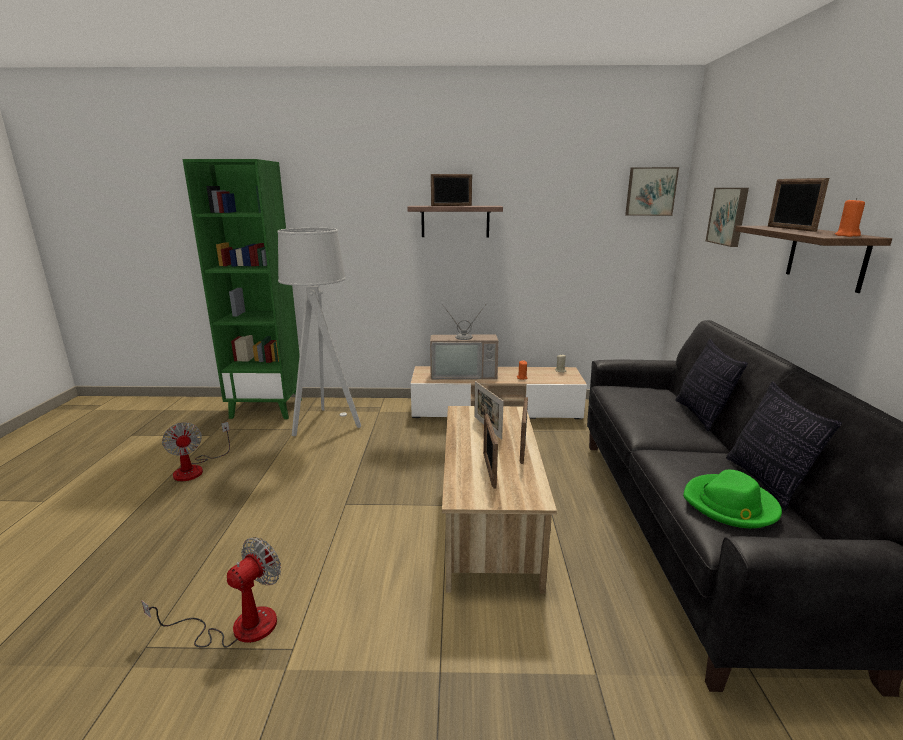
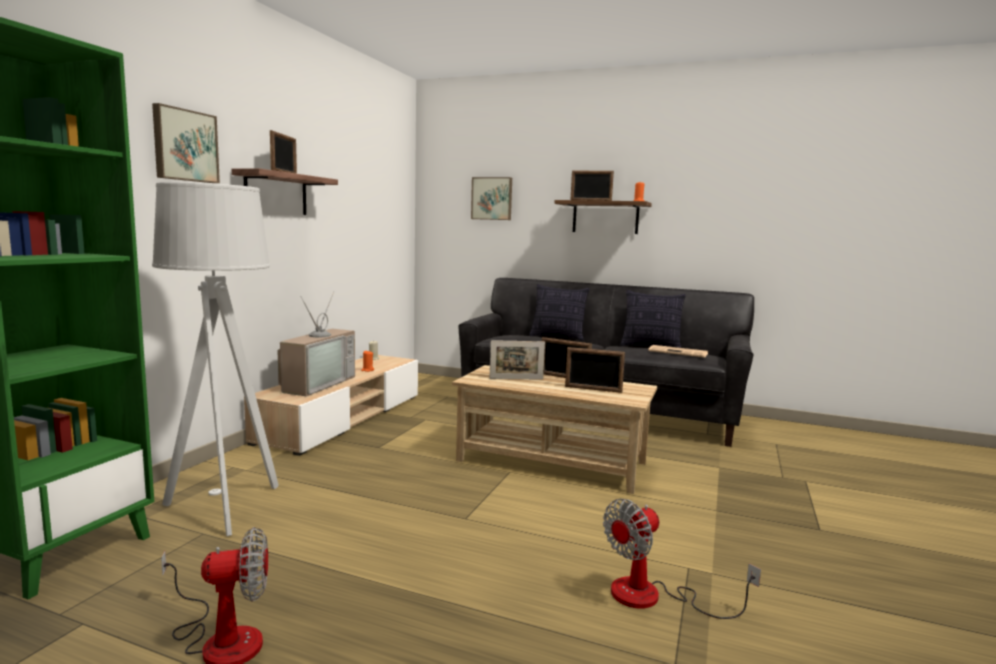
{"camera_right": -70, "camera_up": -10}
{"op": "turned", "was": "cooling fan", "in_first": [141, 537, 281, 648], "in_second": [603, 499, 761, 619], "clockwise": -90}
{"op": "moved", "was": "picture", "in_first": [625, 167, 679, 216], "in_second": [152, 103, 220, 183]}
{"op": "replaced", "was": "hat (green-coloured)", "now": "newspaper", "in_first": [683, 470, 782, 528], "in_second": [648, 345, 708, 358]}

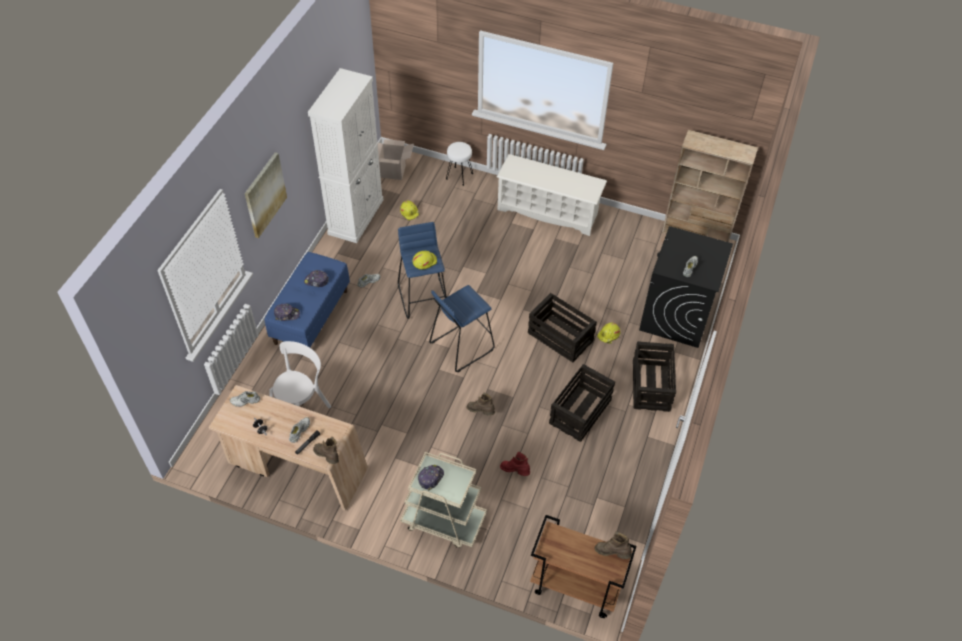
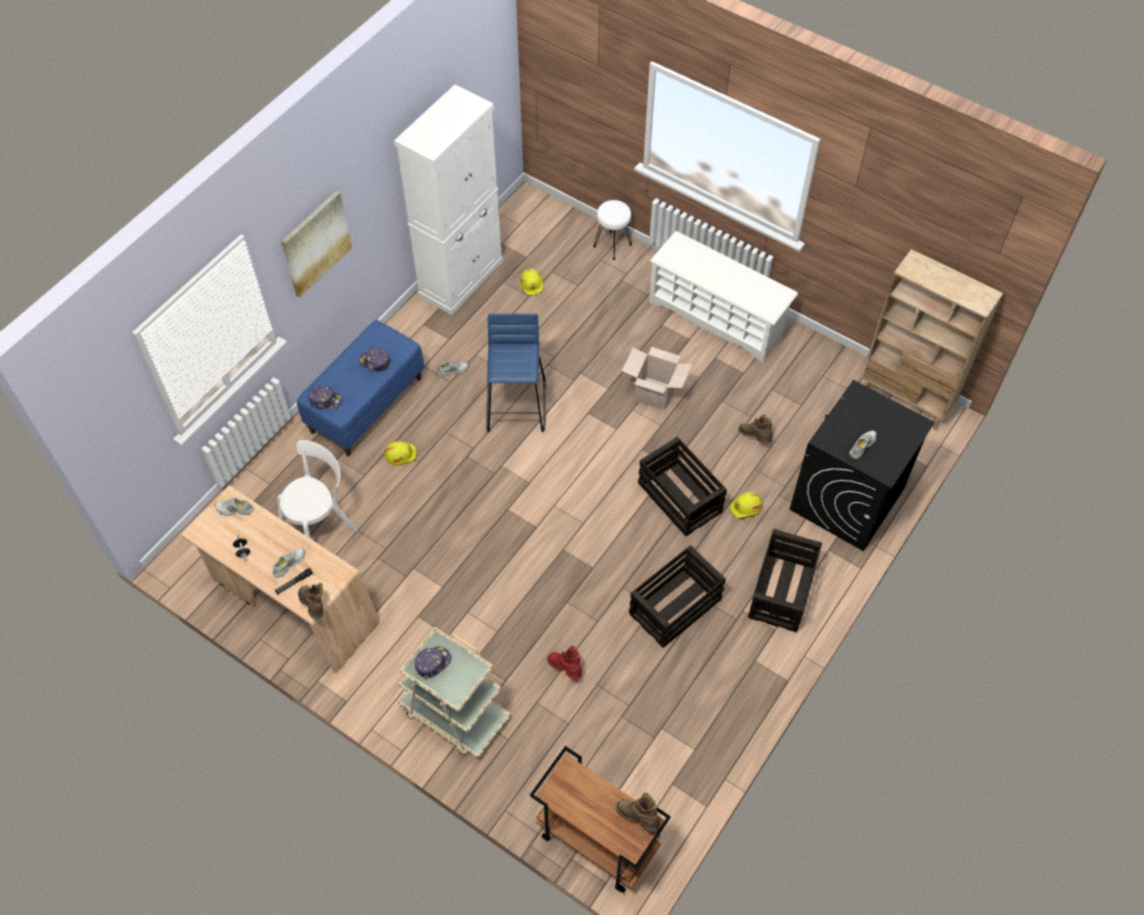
{"camera_right": 15, "camera_up": 5}
{"op": "moved", "was": "packing box", "in_first": [378, 139, 414, 180], "in_second": [622, 347, 692, 410]}
{"op": "moved", "was": "hard hat (yellow-coloured)", "in_first": [412, 251, 437, 270], "in_second": [384, 441, 417, 465]}
{"op": "removed", "was": "stool seat (blue)", "in_first": [429, 285, 495, 372]}
{"op": "moved", "was": "high-top boot (brownish)", "in_first": [466, 392, 495, 416], "in_second": [738, 414, 773, 444]}

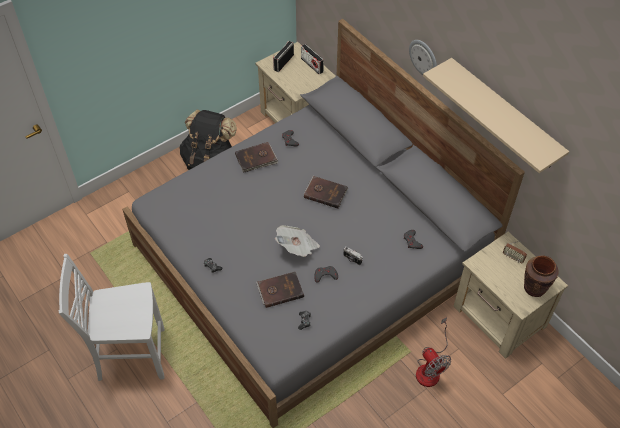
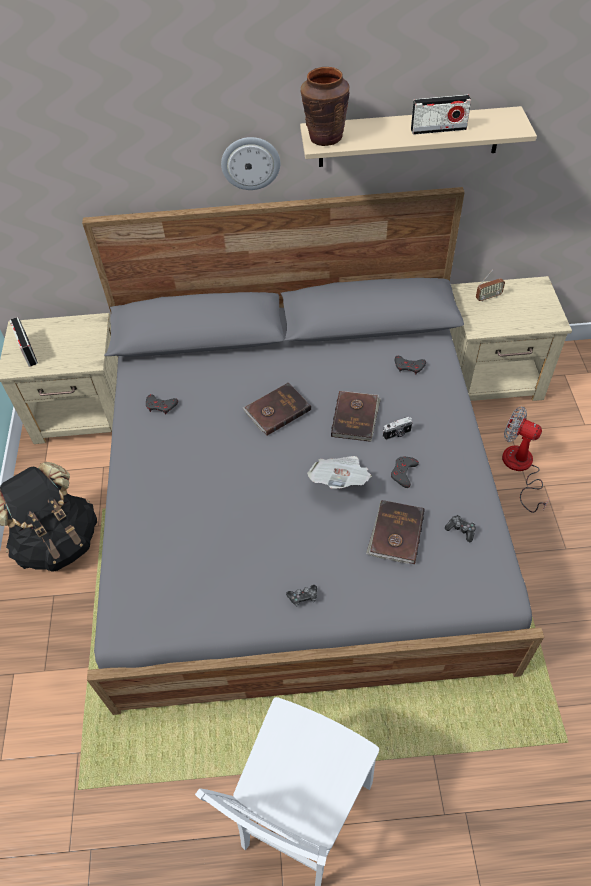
{"camera_right": -55, "camera_up": 0}
{"op": "moved", "was": "volume (brownish)", "in_first": [235, 142, 278, 173], "in_second": [331, 391, 381, 442]}
{"op": "moved", "was": "radio", "in_first": [301, 44, 324, 74], "in_second": [411, 95, 471, 135]}
{"op": "turned", "was": "cooling fan", "in_first": [416, 317, 451, 387], "in_second": [502, 406, 549, 513], "clockwise": -150}
{"op": "moved", "was": "decorative vase (brownish)", "in_first": [524, 255, 559, 297], "in_second": [301, 67, 349, 146]}

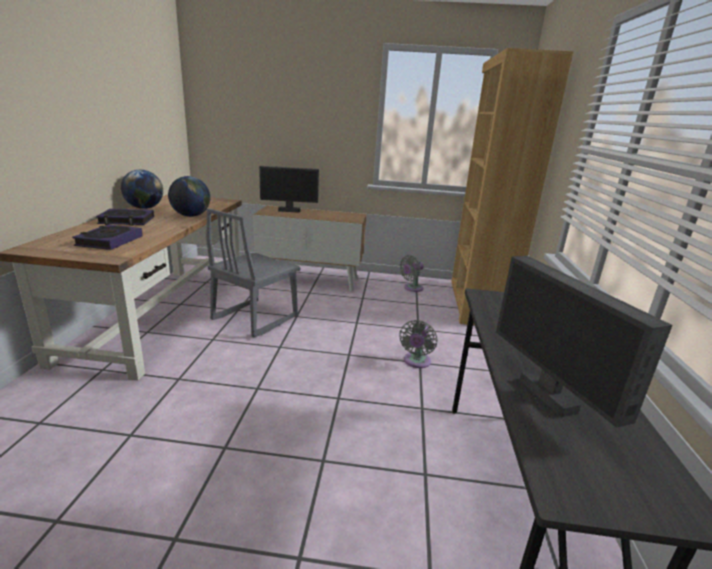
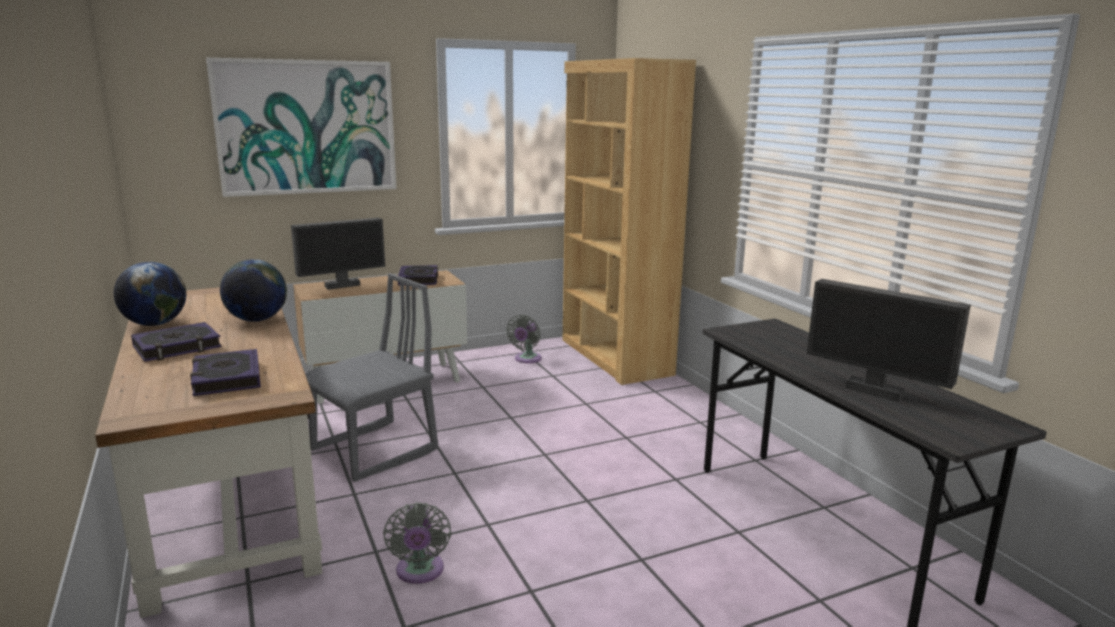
{"camera_right": -30, "camera_up": -5}
{"op": "turned", "was": "upright chair (grey)", "in_first": [206, 208, 301, 337], "in_second": [305, 273, 438, 482], "clockwise": -135}
{"op": "moved", "was": "cooling fan (grey)", "in_first": [400, 320, 437, 368], "in_second": [383, 502, 451, 584]}
{"op": "added", "now": "picture", "in_second": [206, 58, 397, 197]}
{"op": "added", "now": "volume", "in_second": [398, 265, 438, 285]}

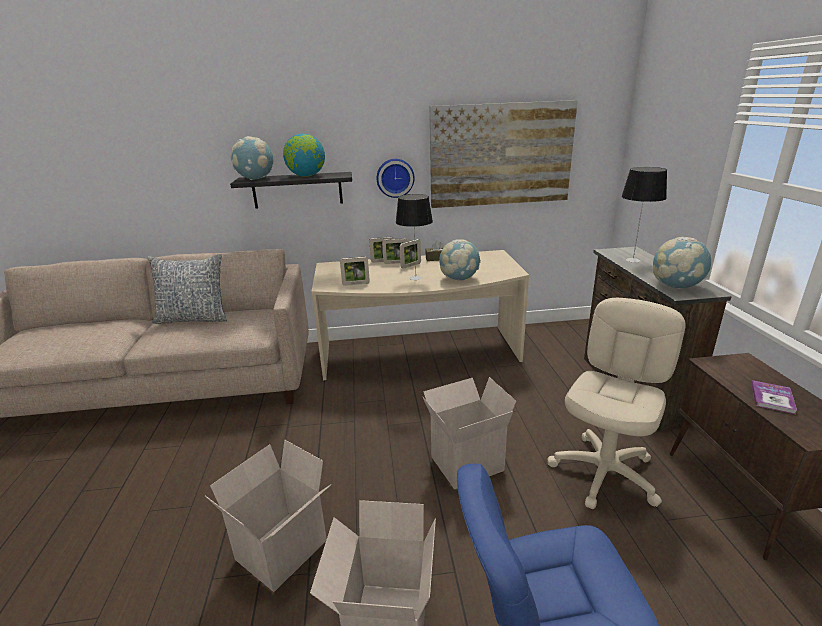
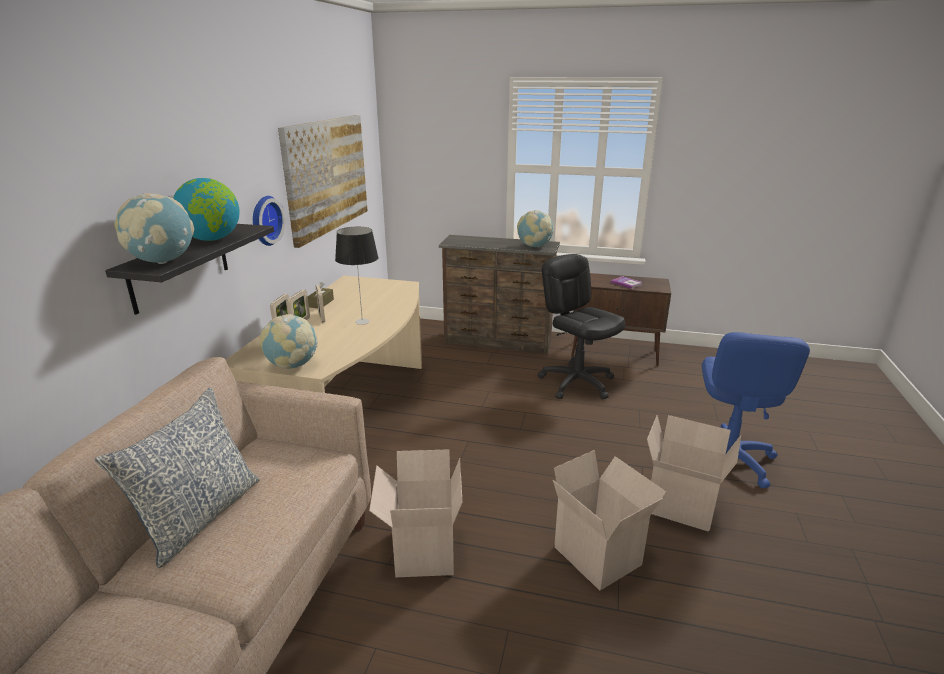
{"camera_right": -70, "camera_up": 0}
{"op": "removed", "was": "photo frame", "in_first": [340, 257, 370, 286]}
{"op": "moved", "was": "packing box", "in_first": [422, 377, 516, 489], "in_second": [369, 449, 463, 577]}
{"op": "moved", "was": "world globe", "in_first": [439, 239, 481, 281], "in_second": [260, 314, 318, 369]}
{"op": "recoloured", "was": "office chair (sand-coloured)", "now": "office chair (black)", "in_first": [548, 298, 686, 509], "in_second": [538, 254, 625, 399]}
{"op": "removed", "was": "table lamp", "in_first": [622, 167, 667, 262]}

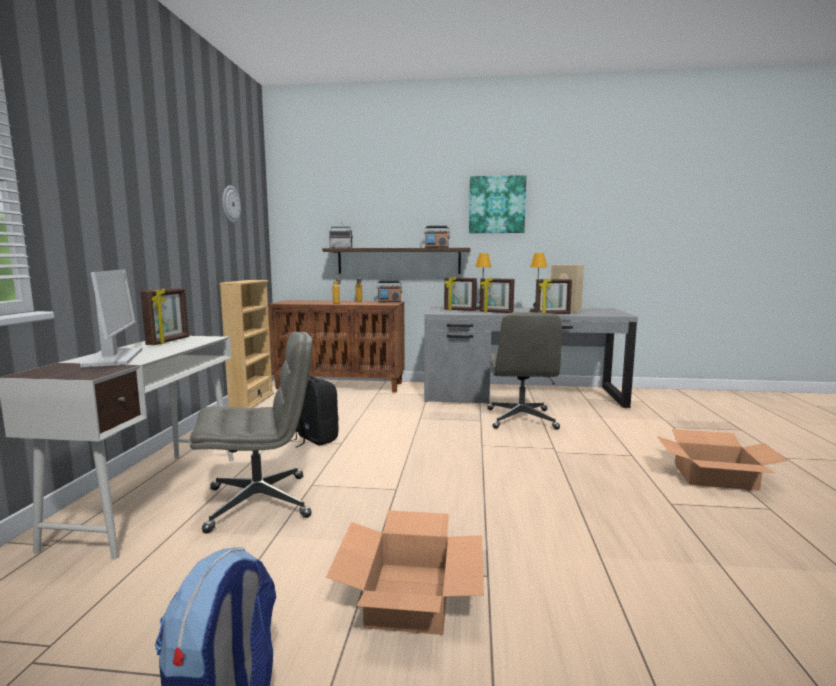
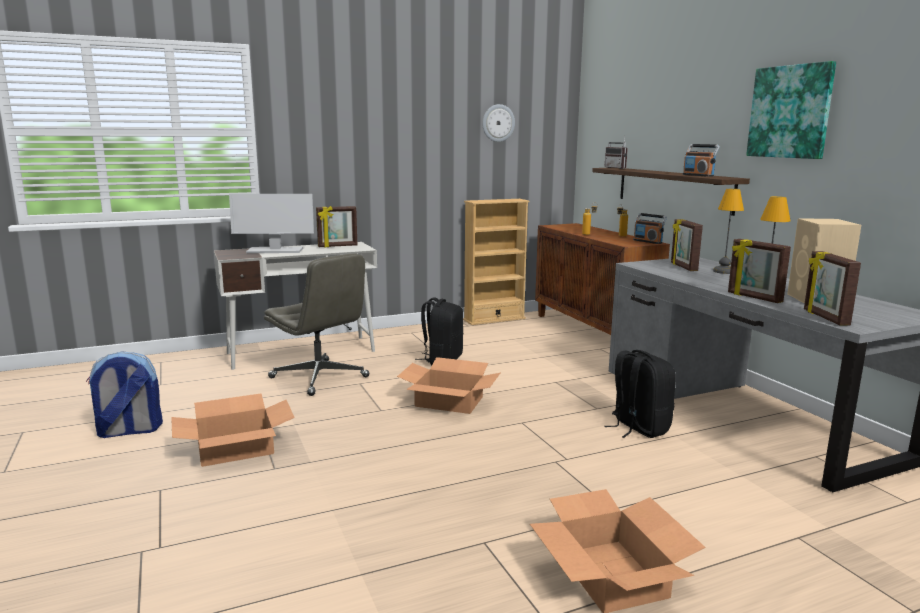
{"camera_right": 60, "camera_up": 5}
{"op": "turned", "was": "computer display", "in_first": [80, 269, 142, 367], "in_second": [229, 194, 314, 253], "clockwise": 45}
{"op": "moved", "was": "photo frame", "in_first": [480, 277, 515, 313], "in_second": [804, 251, 861, 326]}
{"op": "replaced", "was": "office chair (grey)", "now": "backpack (black)", "in_first": [487, 312, 562, 430], "in_second": [604, 350, 676, 438]}
{"op": "added", "now": "packing box", "in_second": [397, 357, 500, 414]}

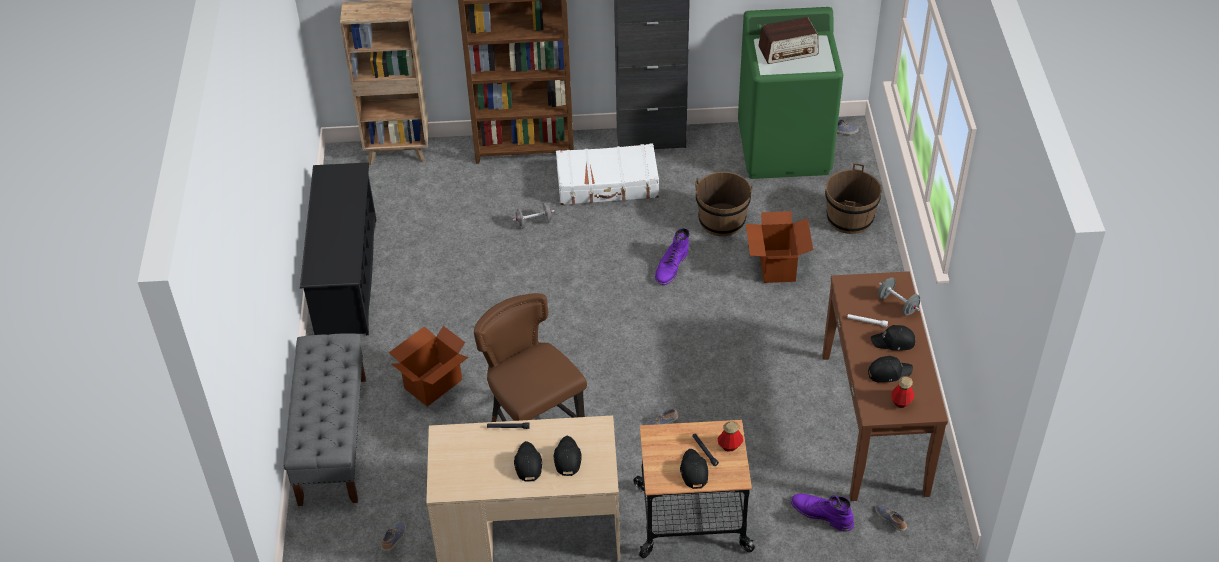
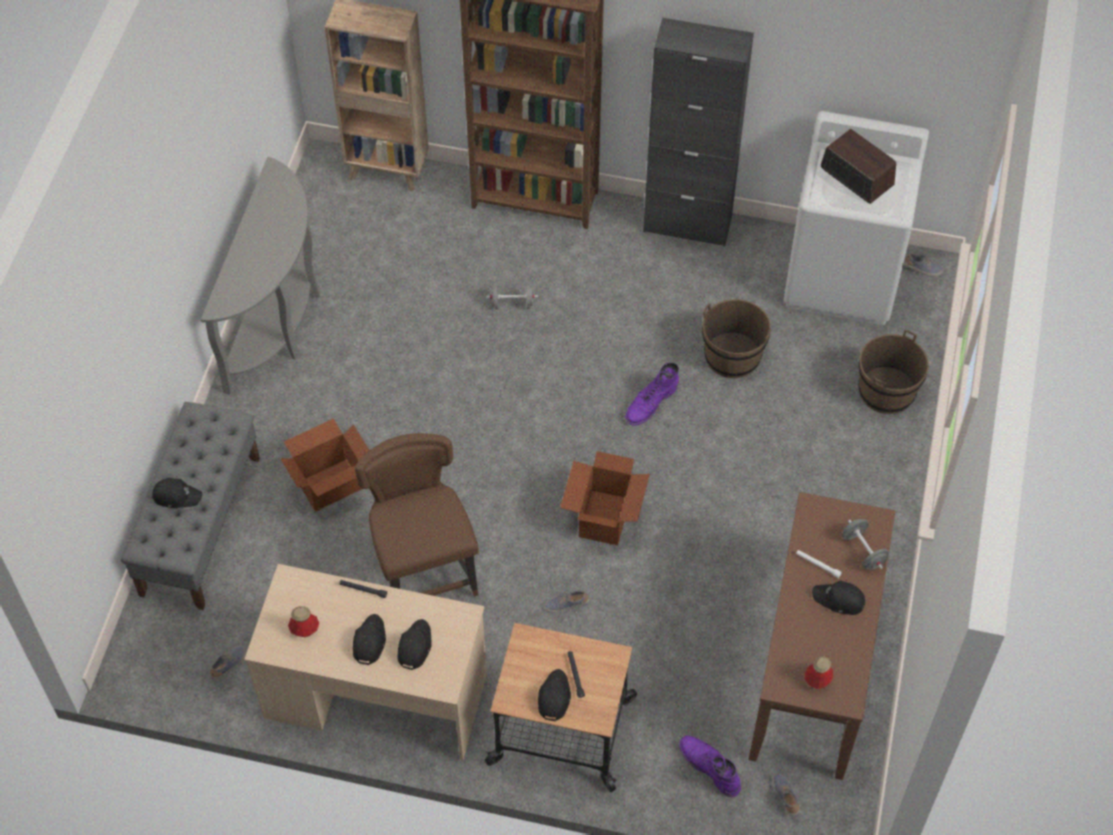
{"camera_right": 15, "camera_up": 10}
{"op": "replaced", "was": "shoe shelf (black)", "now": "narrow table (grey)", "in_first": [300, 162, 376, 335], "in_second": [201, 157, 320, 394]}
{"op": "removed", "was": "piece of luggage (whitish)", "in_first": [556, 143, 659, 205]}
{"op": "moved", "was": "beverage bottle", "in_first": [717, 421, 743, 452], "in_second": [288, 606, 319, 637]}
{"op": "recoloured", "was": "laundry appliance (green-coloured)", "now": "laundry appliance (whitish)", "in_first": [738, 7, 843, 179], "in_second": [784, 111, 929, 325]}
{"op": "moved", "was": "packing box", "in_first": [746, 211, 813, 283], "in_second": [560, 451, 650, 545]}
{"op": "turned", "was": "radio", "in_first": [758, 17, 819, 64], "in_second": [821, 129, 896, 204], "clockwise": -135}
{"op": "moved", "was": "peaked cap (black)", "in_first": [868, 356, 913, 383], "in_second": [152, 478, 202, 508]}

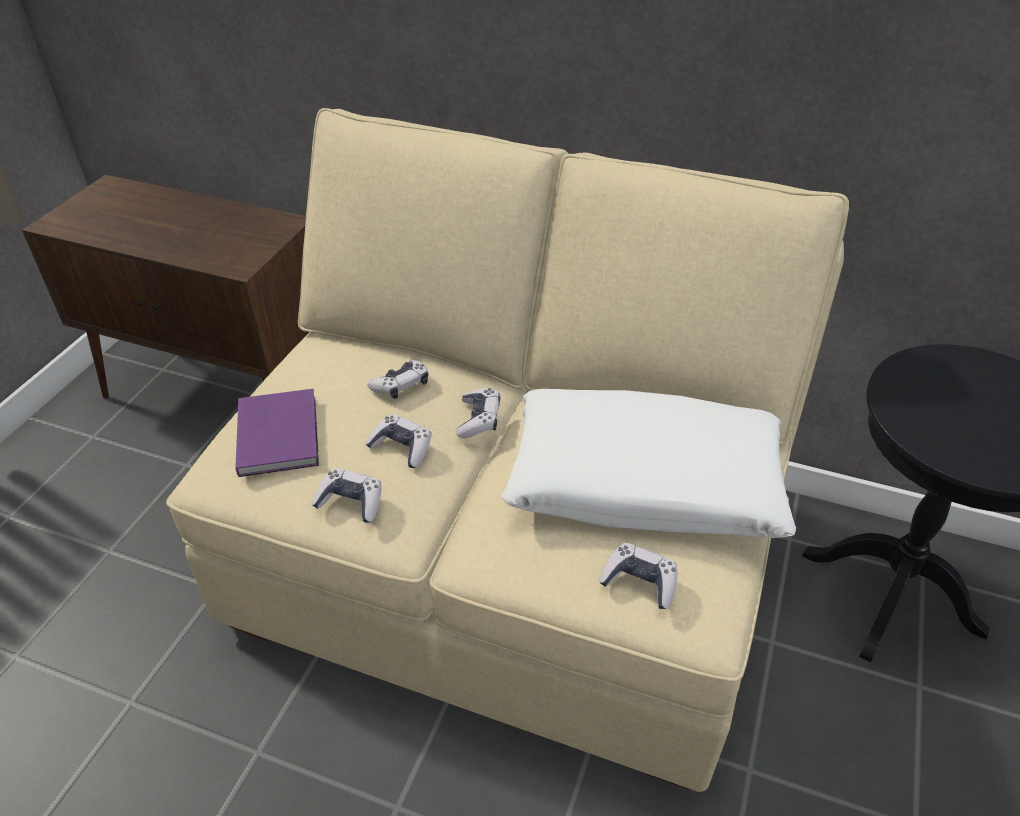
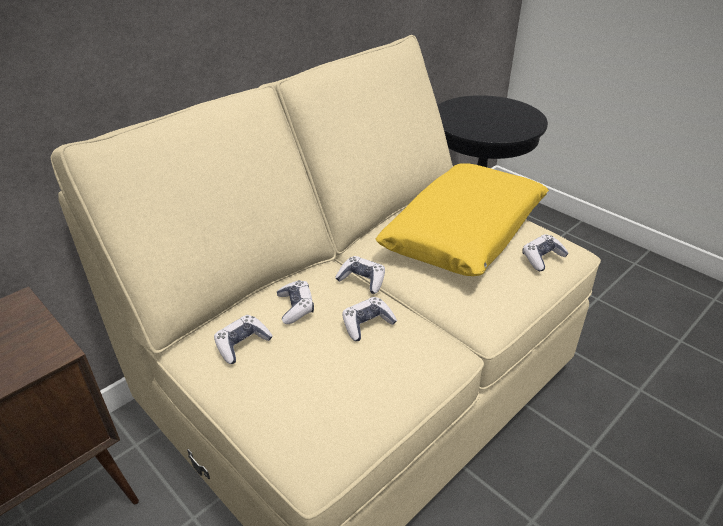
{"camera_right": -65, "camera_up": -5}
{"op": "removed", "was": "volume (purplish)", "in_first": [235, 389, 319, 477]}
{"op": "moved", "was": "gamepad", "in_first": [311, 468, 382, 523], "in_second": [214, 315, 273, 364]}
{"op": "recoloured", "was": "pillow (whitish)", "now": "pillow (yellow-coloured)", "in_first": [501, 389, 796, 538], "in_second": [375, 164, 549, 276]}

